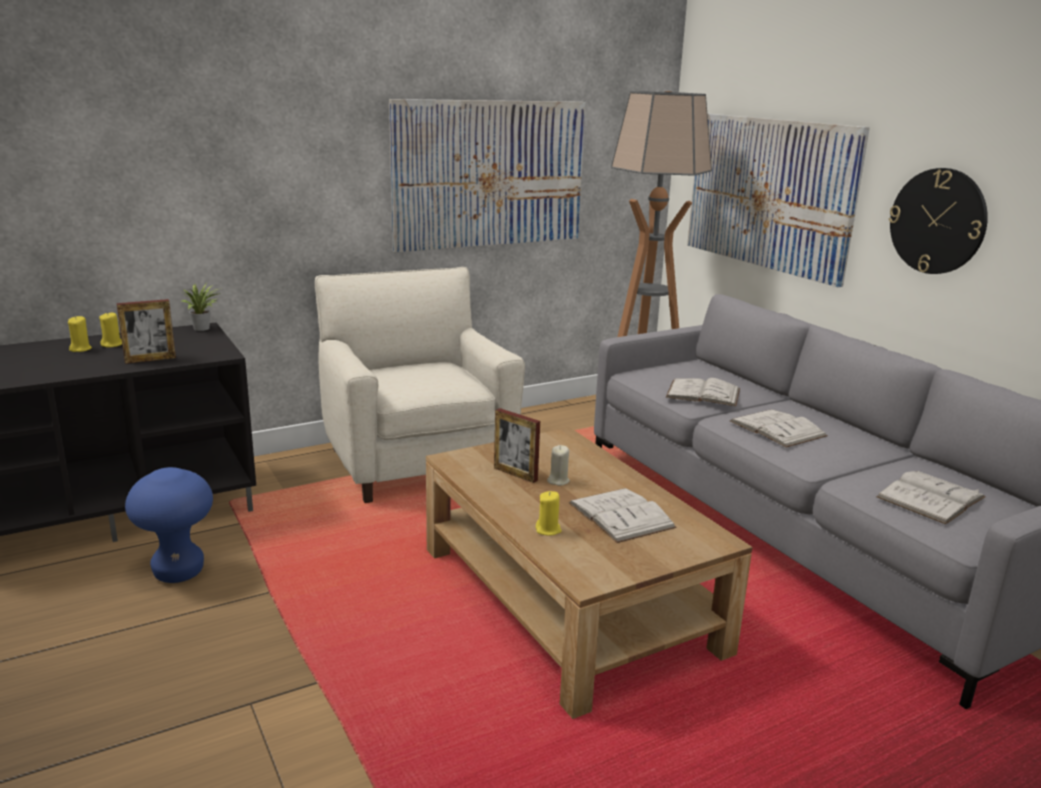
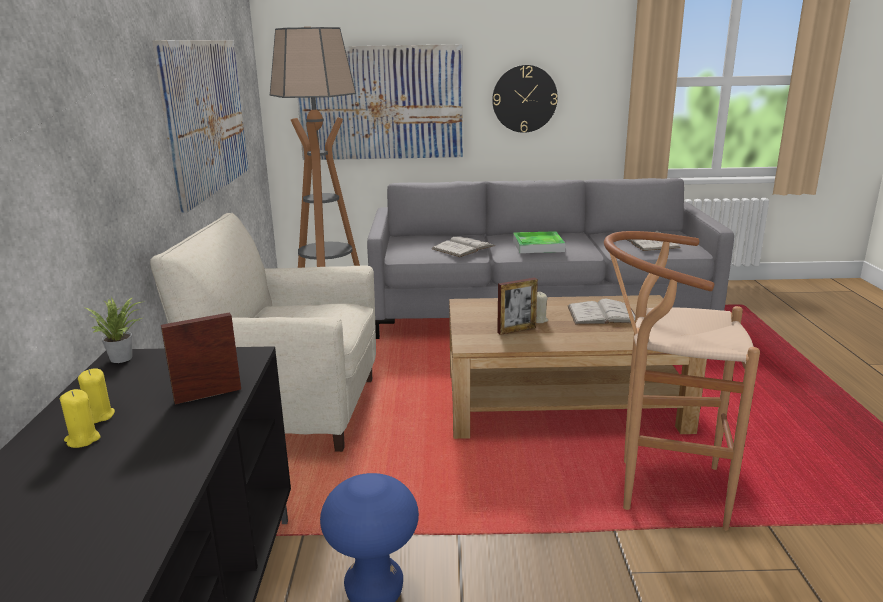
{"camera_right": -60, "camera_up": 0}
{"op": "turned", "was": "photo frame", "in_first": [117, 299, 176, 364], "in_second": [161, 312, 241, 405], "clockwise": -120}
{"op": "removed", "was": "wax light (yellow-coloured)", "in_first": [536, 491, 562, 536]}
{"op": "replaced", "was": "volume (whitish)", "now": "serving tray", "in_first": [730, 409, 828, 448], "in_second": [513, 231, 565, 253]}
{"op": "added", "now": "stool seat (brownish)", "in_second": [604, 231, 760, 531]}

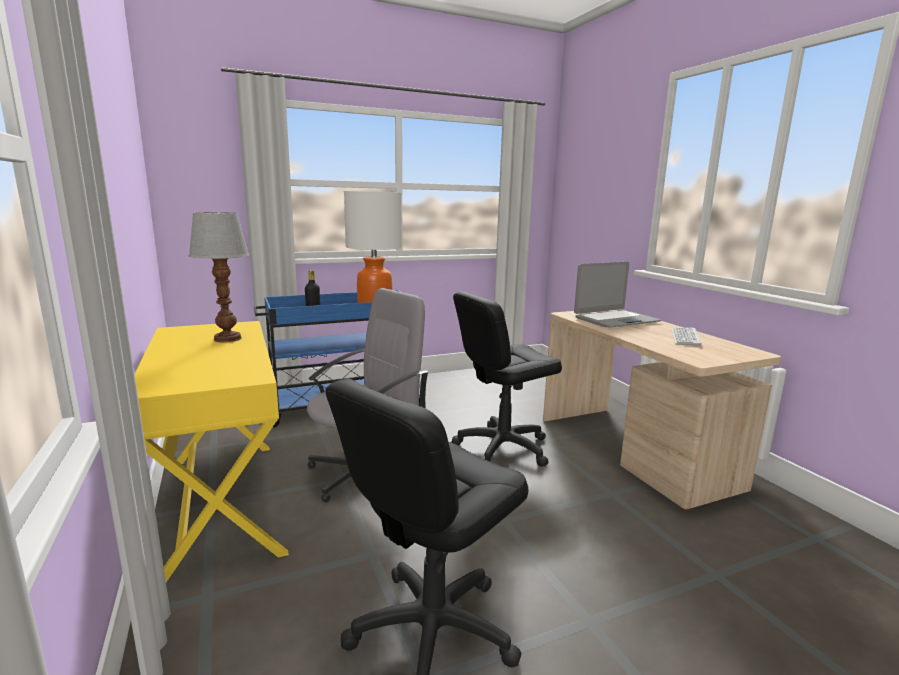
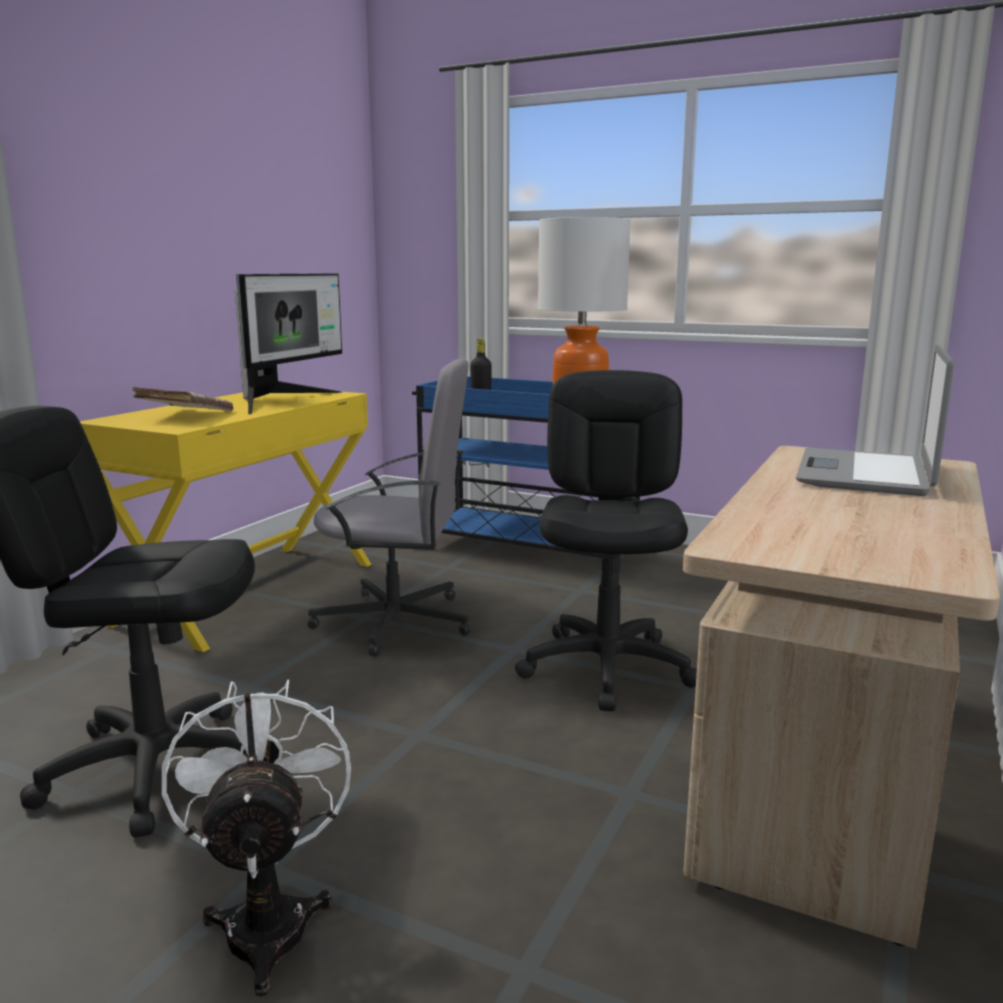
{"camera_right": 50, "camera_up": 0}
{"op": "replaced", "was": "table lamp", "now": "computer display", "in_first": [189, 212, 249, 342], "in_second": [235, 274, 343, 414]}
{"op": "turned", "was": "office chair (black)", "in_first": [452, 292, 562, 467], "in_second": [515, 370, 697, 711], "clockwise": 75}
{"op": "turned", "was": "notebook computer", "in_first": [574, 262, 661, 327], "in_second": [796, 345, 954, 496], "clockwise": 90}
{"op": "removed", "was": "computer keyboard", "in_first": [671, 327, 702, 346]}
{"op": "added", "now": "volume (sand-coloured)", "in_second": [132, 387, 233, 411]}
{"op": "added", "now": "cooling fan (whitish)", "in_second": [162, 679, 351, 996]}

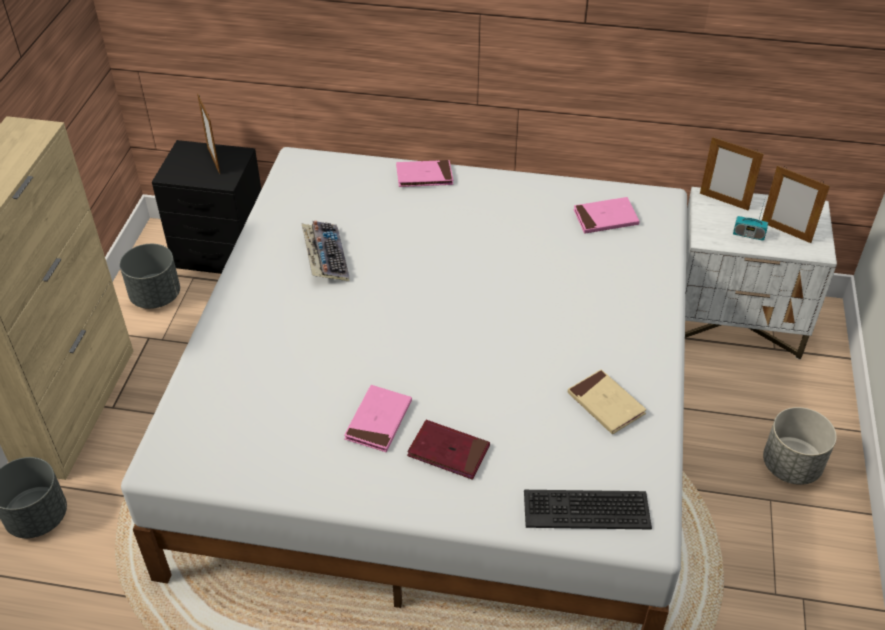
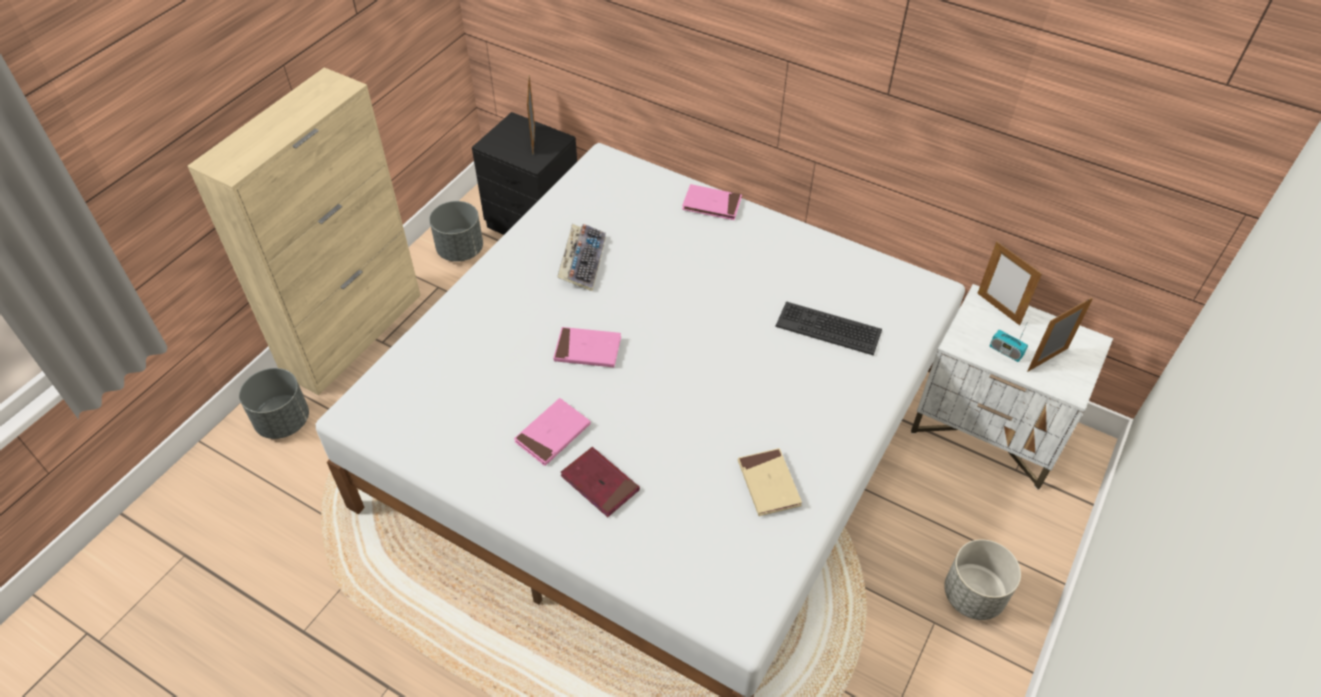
{"camera_right": 20, "camera_up": 5}
{"op": "moved", "was": "computer keyboard", "in_first": [524, 490, 652, 530], "in_second": [775, 301, 882, 355]}
{"op": "moved", "was": "volume (pink)", "in_first": [573, 197, 640, 234], "in_second": [553, 327, 621, 367]}
{"op": "turned", "was": "photo frame", "in_first": [762, 166, 830, 243], "in_second": [1027, 297, 1093, 372], "clockwise": 90}

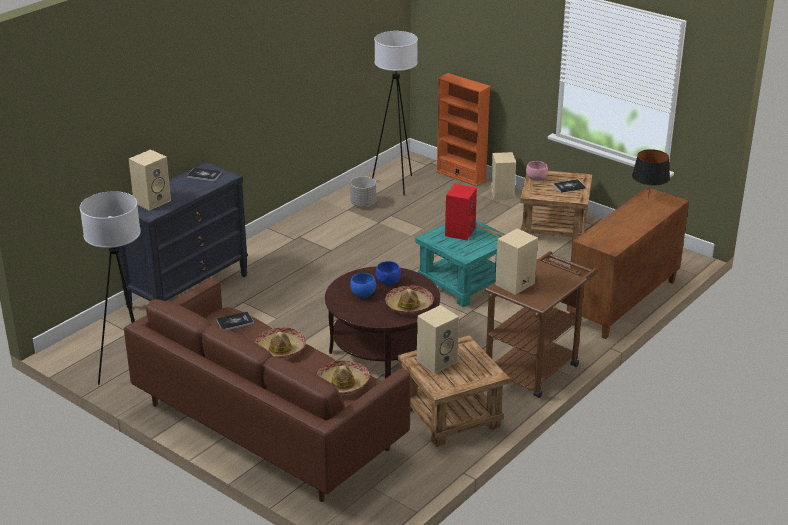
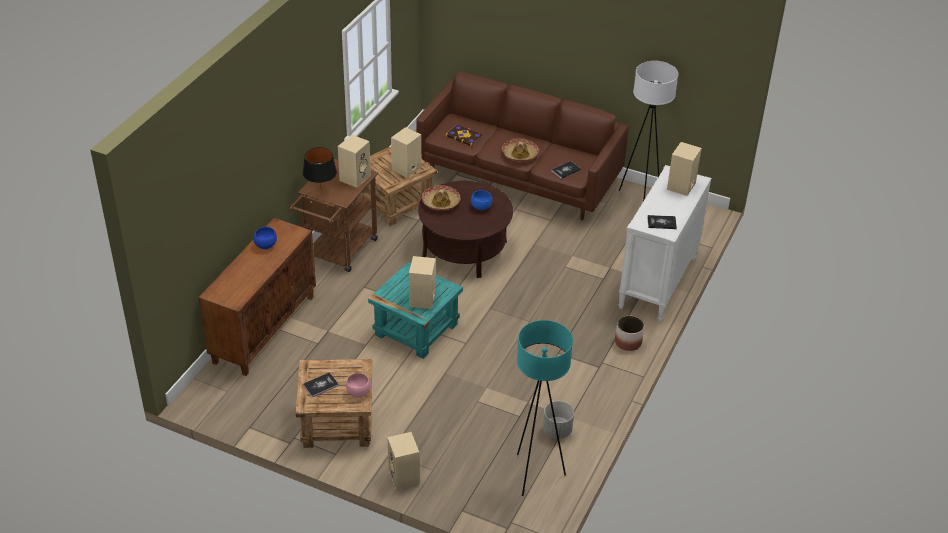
{"camera_right": 165, "camera_up": 10}
{"op": "recoloured", "was": "drawer chest (black)", "now": "drawer chest (whitish)", "in_first": [118, 161, 248, 308], "in_second": [618, 165, 711, 322]}
{"op": "replaced", "was": "hat", "now": "volume", "in_first": [317, 360, 370, 395], "in_second": [446, 125, 483, 146]}
{"op": "recoloured", "was": "standing lamp (whitish)", "now": "standing lamp (blue-green)", "in_first": [372, 31, 418, 195], "in_second": [517, 320, 573, 496]}
{"op": "moved", "was": "serving bowl (blue)", "in_first": [376, 261, 401, 285], "in_second": [253, 227, 277, 249]}
{"op": "removed", "was": "bookcase (orangey)", "in_first": [436, 73, 491, 187]}
{"op": "recoloured", "was": "audio speaker (reddish)", "now": "audio speaker (sand-coloured)", "in_first": [445, 184, 477, 240], "in_second": [409, 256, 436, 309]}
{"op": "moved", "was": "table lamp (black)", "in_first": [632, 149, 670, 199], "in_second": [303, 147, 337, 187]}
{"op": "added", "now": "planter", "in_second": [615, 315, 644, 351]}

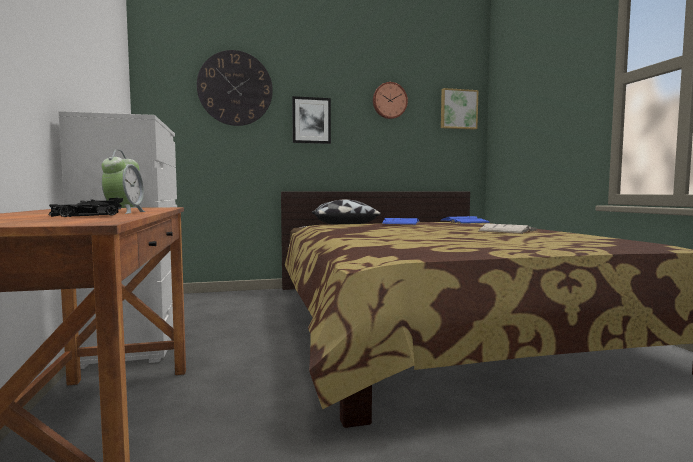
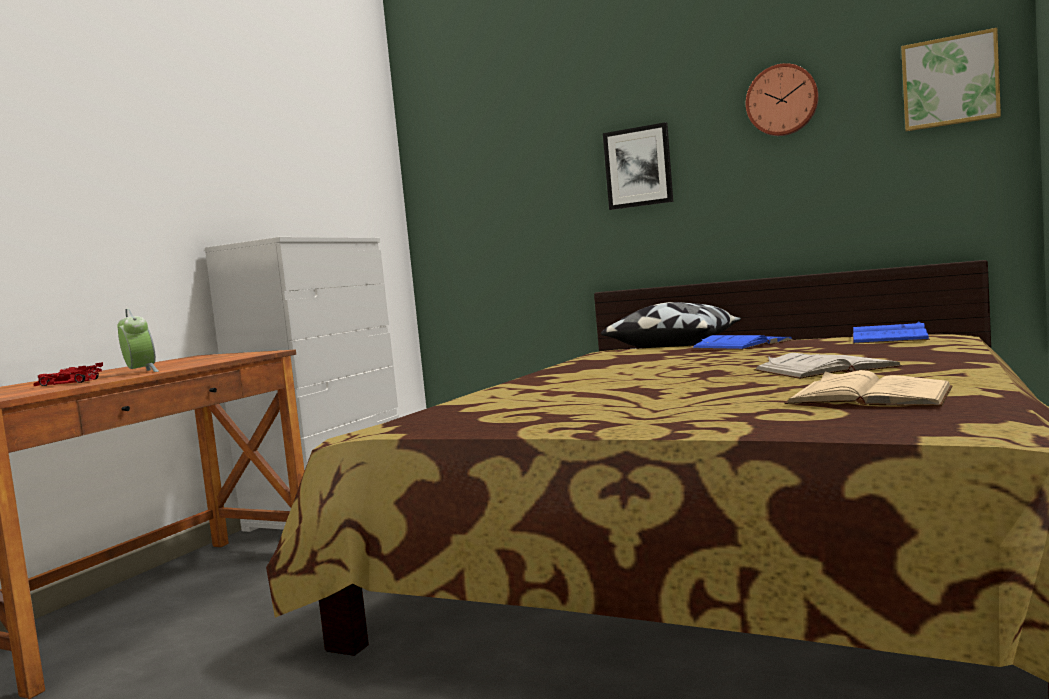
{"camera_right": 40, "camera_up": 0}
{"op": "recoloured", "was": "miniature car (black)", "now": "miniature car (reddish)", "in_first": [49, 198, 123, 217], "in_second": [34, 362, 103, 386]}
{"op": "turned", "was": "table clock", "in_first": [101, 150, 146, 214], "in_second": [117, 309, 159, 372], "clockwise": -75}
{"op": "removed", "was": "wall clock", "in_first": [197, 50, 273, 126]}
{"op": "added", "now": "volume (sand-coloured)", "in_second": [784, 370, 952, 406]}

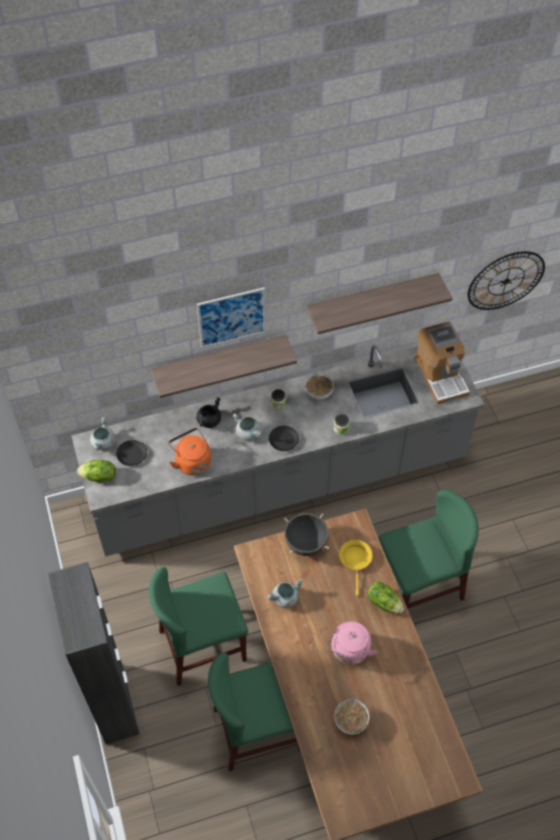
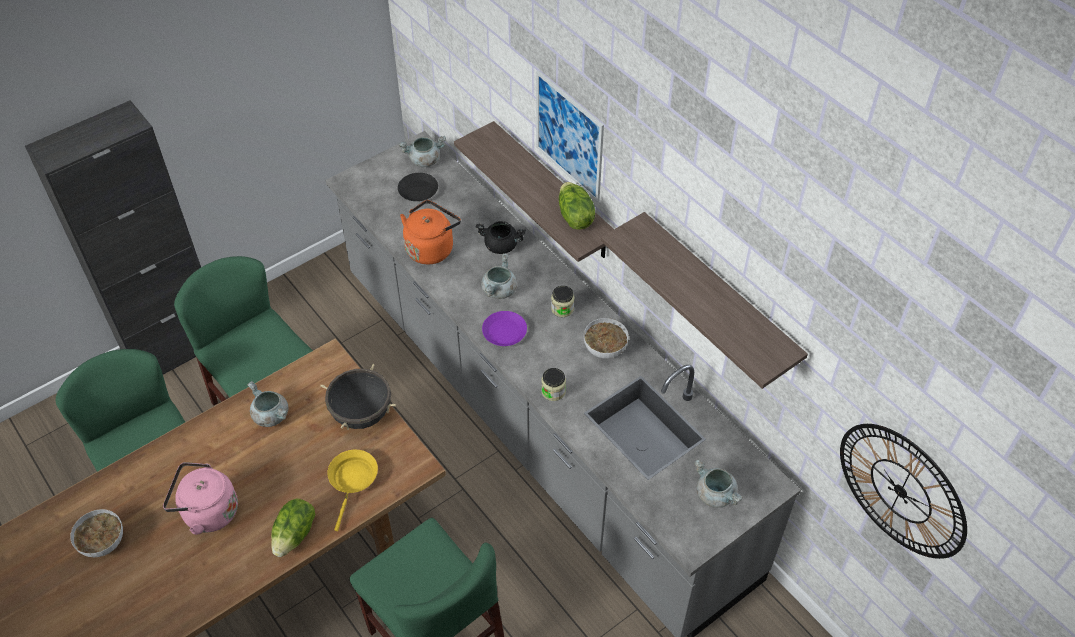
{"camera_right": 70, "camera_up": -5}
{"op": "moved", "was": "head of lettuce", "in_first": [77, 460, 116, 483], "in_second": [559, 182, 595, 230]}
{"op": "recoloured", "was": "flat dish (black)", "now": "flat dish (purplish)", "in_first": [269, 426, 299, 451], "in_second": [482, 311, 527, 346]}
{"op": "turned", "was": "pan (yellow-coloured)", "in_first": [339, 540, 372, 596], "in_second": [327, 450, 378, 531], "clockwise": -60}
{"op": "replaced", "was": "coffee maker", "now": "saucepot (grey)", "in_first": [414, 321, 470, 405], "in_second": [694, 459, 743, 508]}

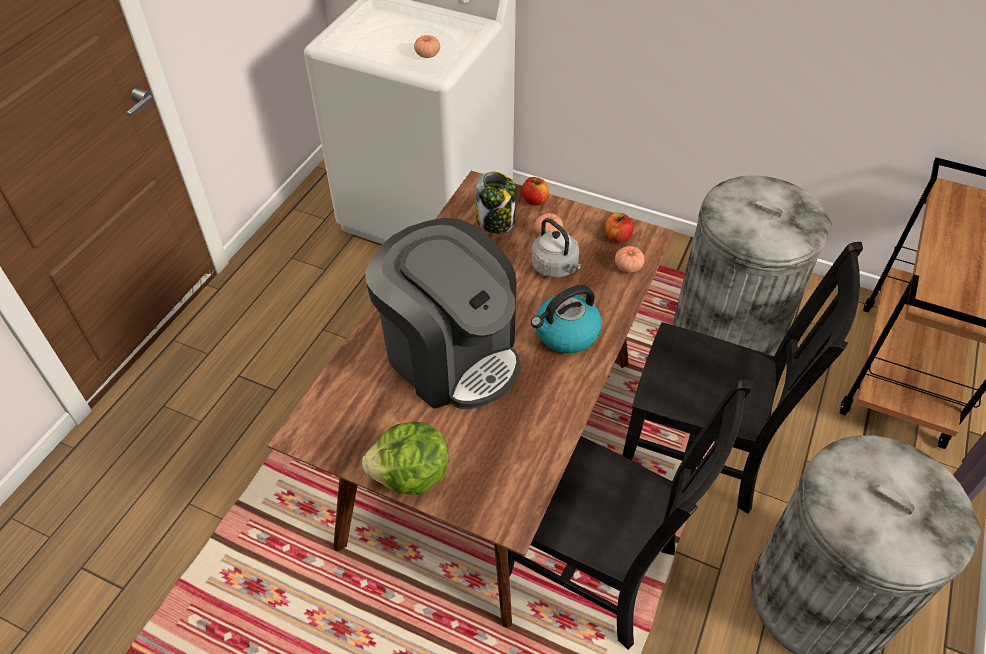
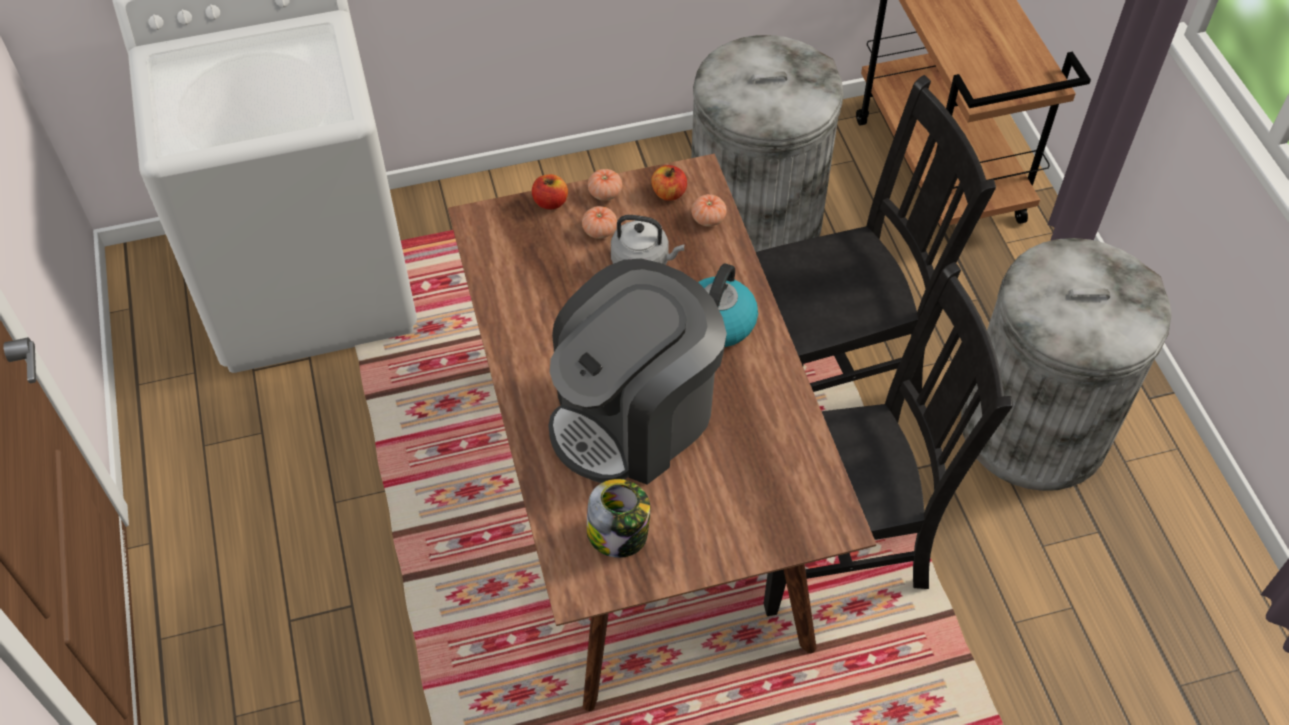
{"camera_right": -40, "camera_up": 5}
{"op": "removed", "was": "head of lettuce", "in_first": [362, 421, 449, 495]}
{"op": "turned", "was": "coffee maker", "in_first": [365, 218, 520, 409], "in_second": [548, 259, 727, 485], "clockwise": 135}
{"op": "moved", "was": "fresh tomato", "in_first": [414, 35, 440, 58], "in_second": [588, 169, 622, 201]}
{"op": "moved", "was": "preserve jar", "in_first": [476, 172, 516, 234], "in_second": [587, 479, 650, 558]}

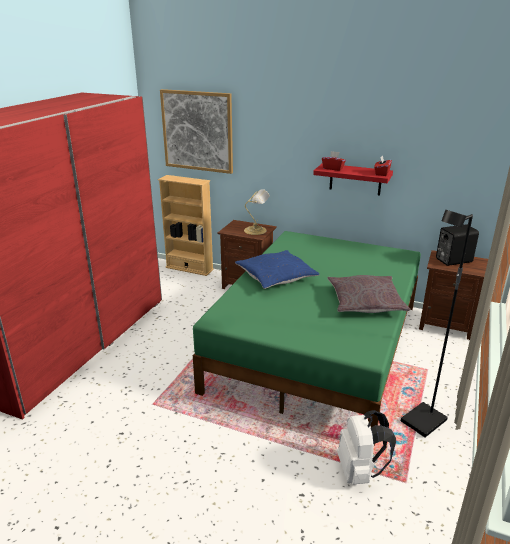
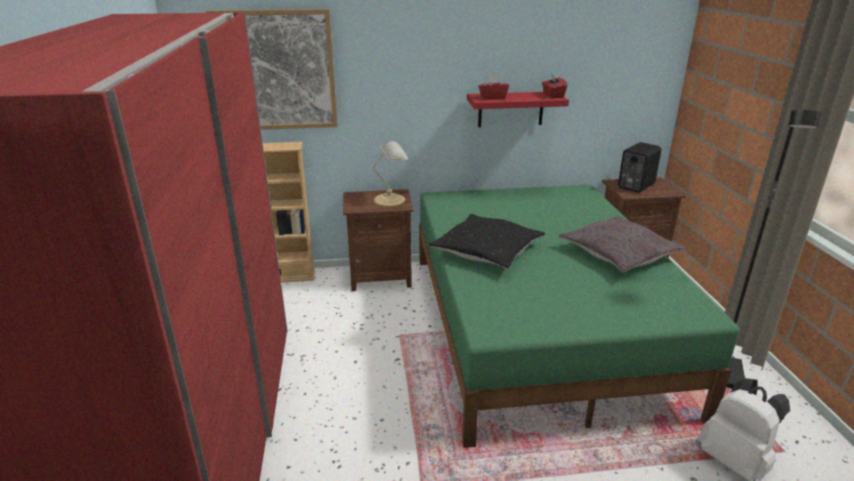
{"camera_right": -30, "camera_up": 0}
{"op": "recoloured", "was": "pillow (blue)", "now": "pillow (black)", "in_first": [235, 250, 320, 289], "in_second": [429, 214, 545, 269]}

